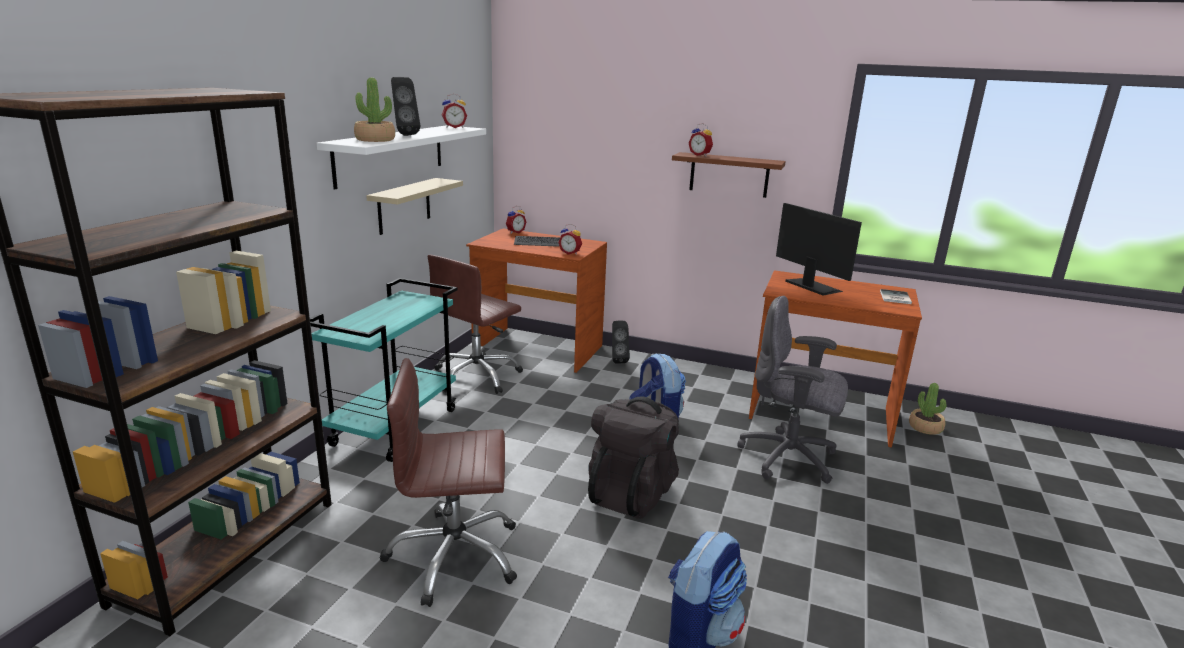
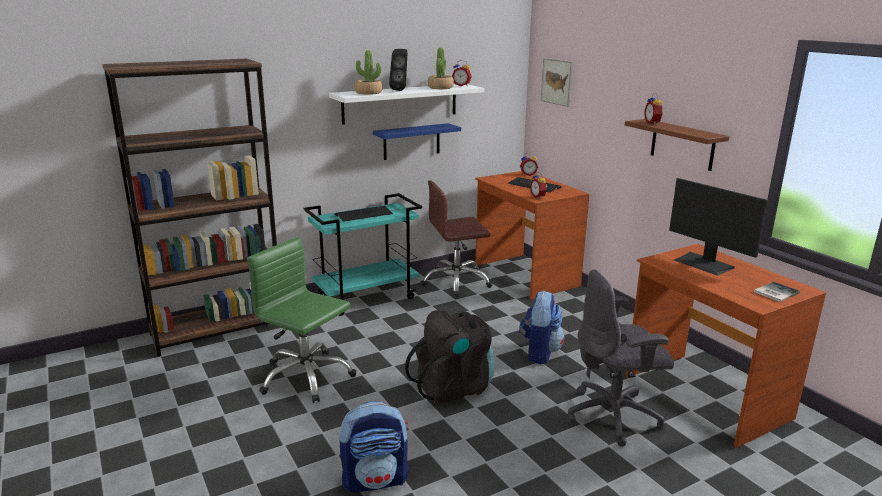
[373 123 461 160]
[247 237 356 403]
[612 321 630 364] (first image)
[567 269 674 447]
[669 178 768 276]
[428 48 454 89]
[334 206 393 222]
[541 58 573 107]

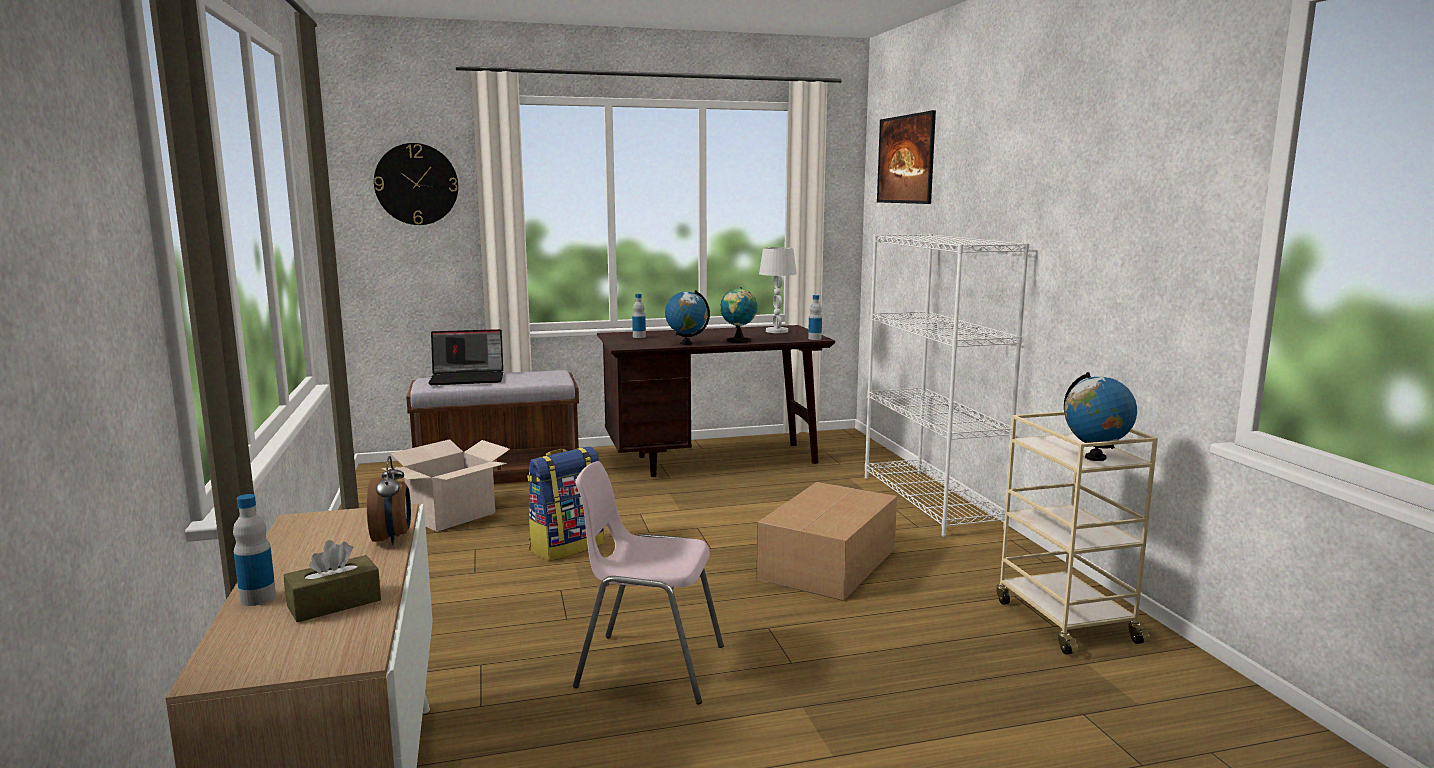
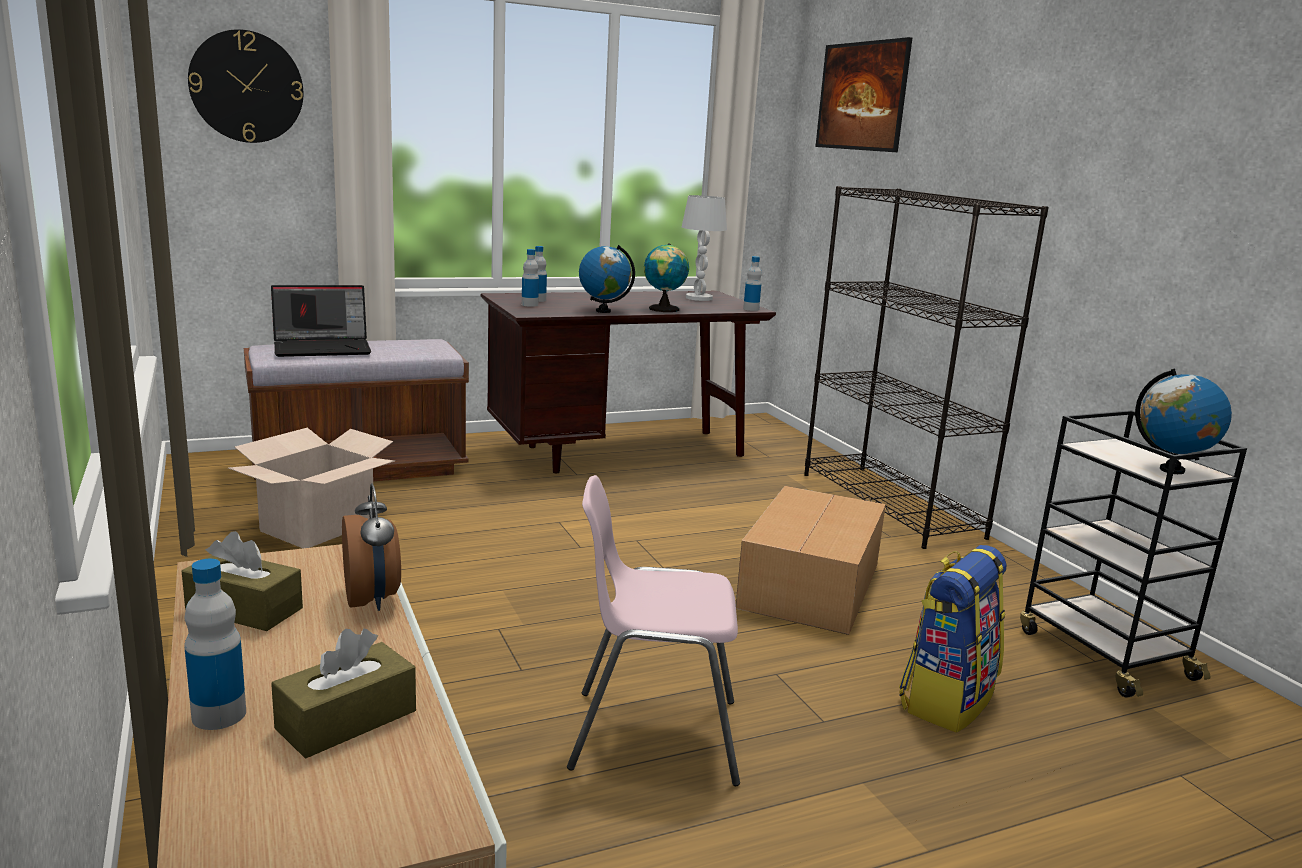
[899 545 1006 733]
[804 186 1049 549]
[1020 410 1247 698]
[182 531 303 631]
[522 249 539 307]

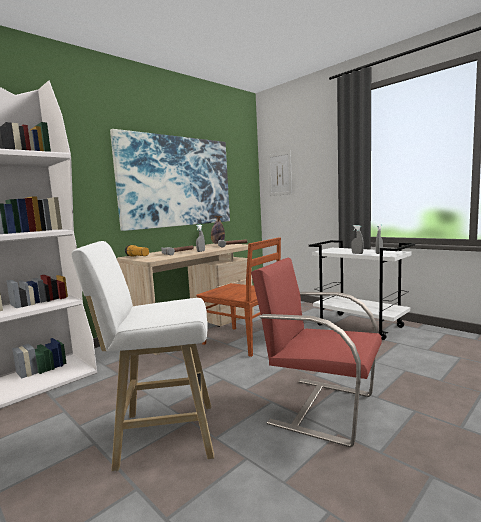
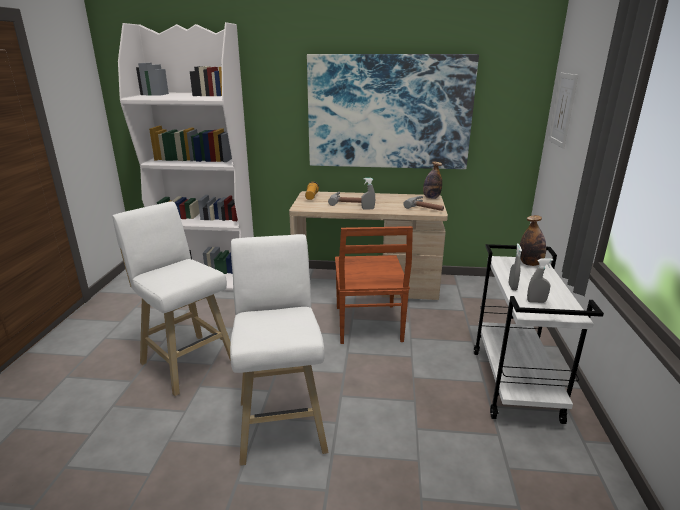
[230 234 328 466]
[520 215 546 266]

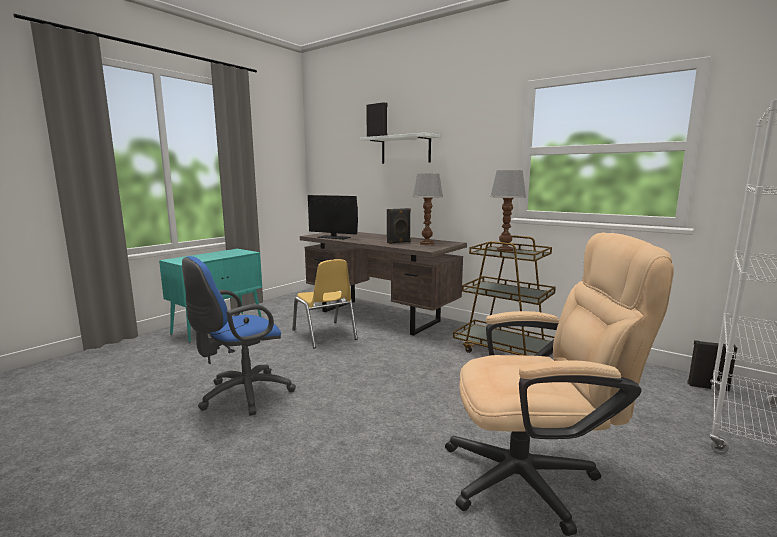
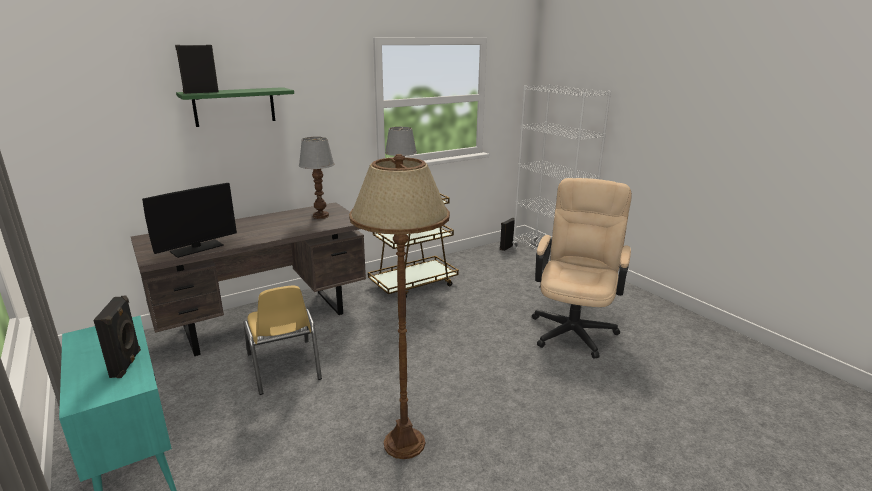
[349 154 450 459]
[243 286 322 395]
[176 87 294 127]
[93 295 141 378]

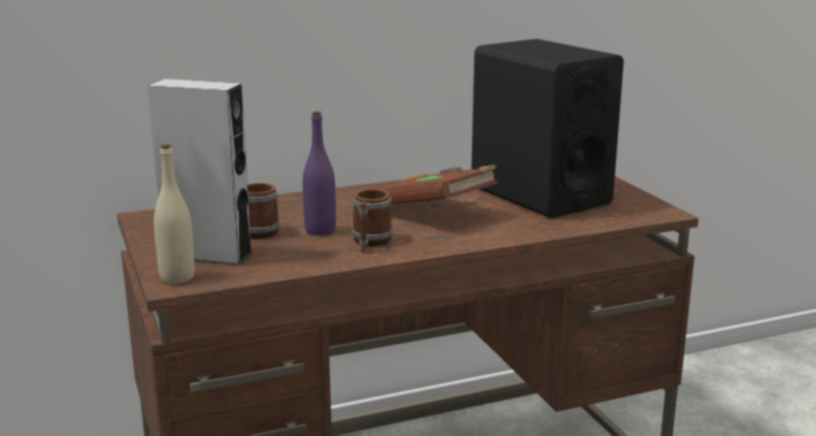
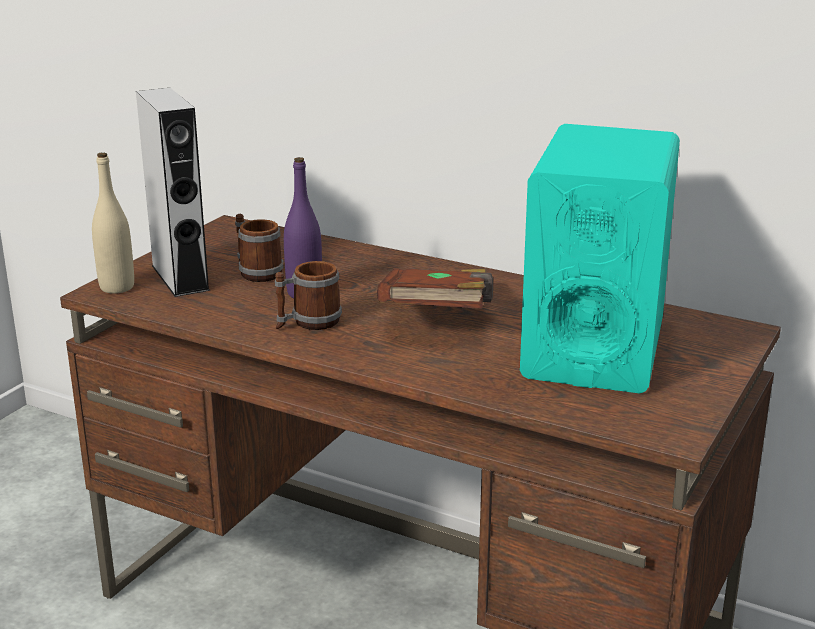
[520 124 680 393]

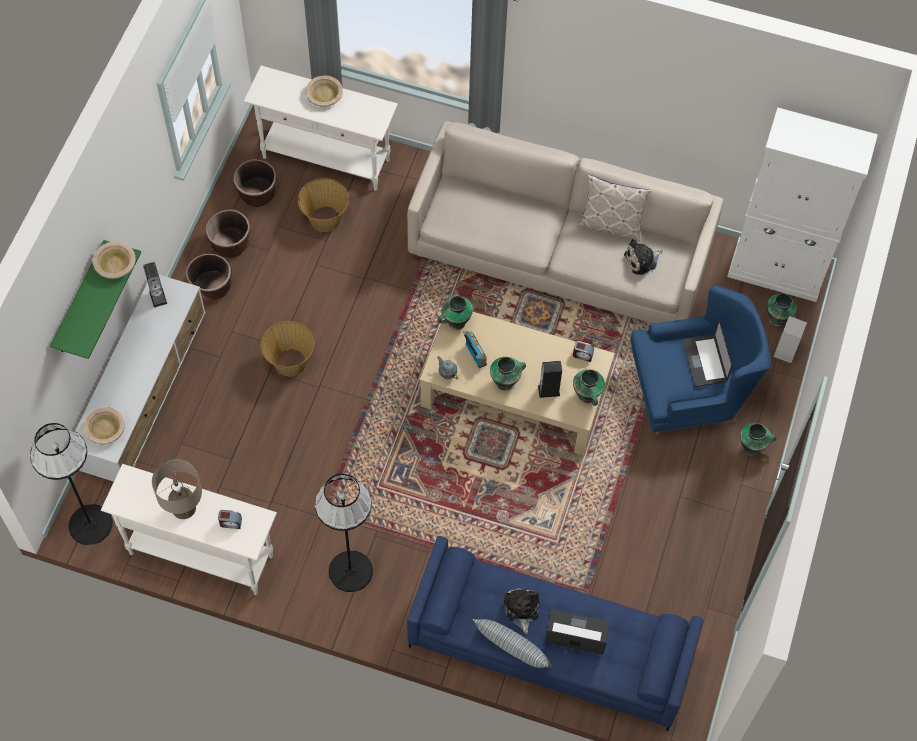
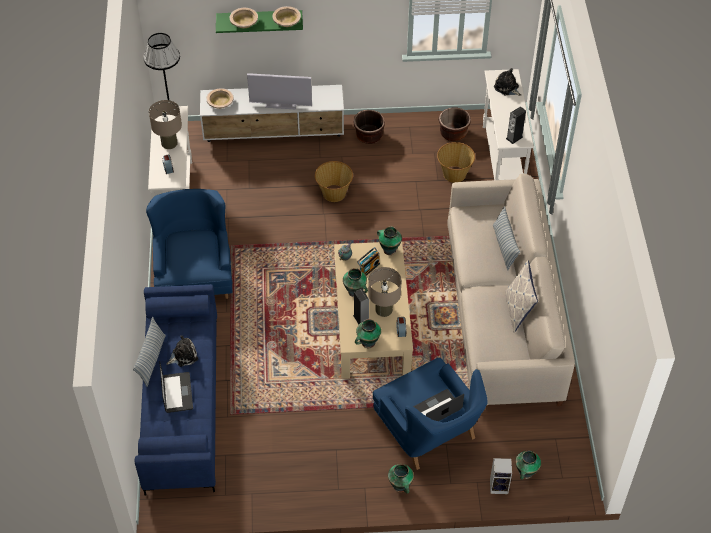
[506 106 526 144]
[205 209 250 258] (first image)
[230 8 258 28]
[146 189 232 299]
[494 68 521 96]
[727 107 878 302] (first image)
[247 73 312 109]
[368 267 402 317]
[493 206 520 271]

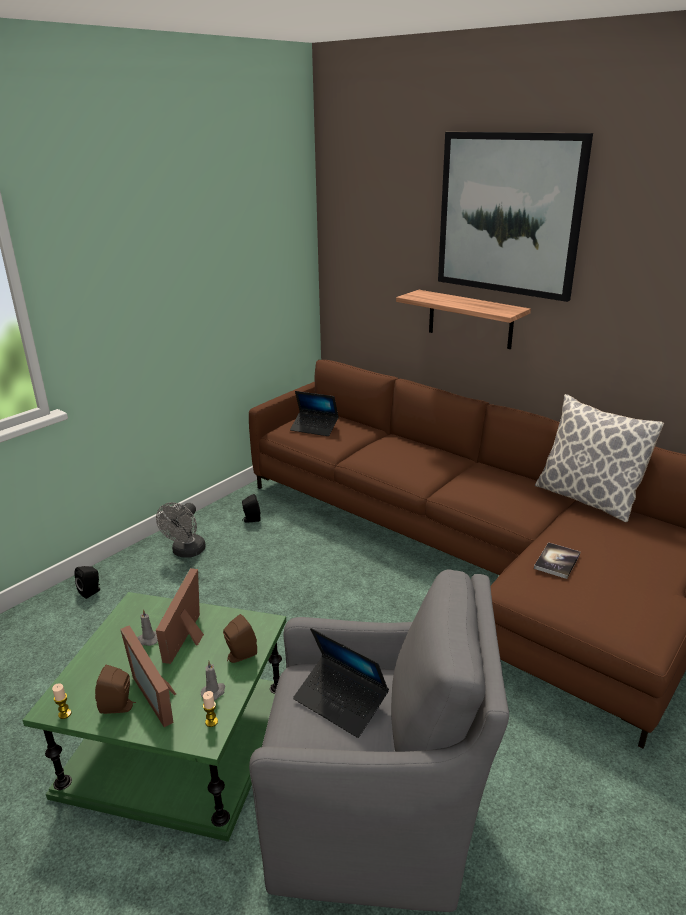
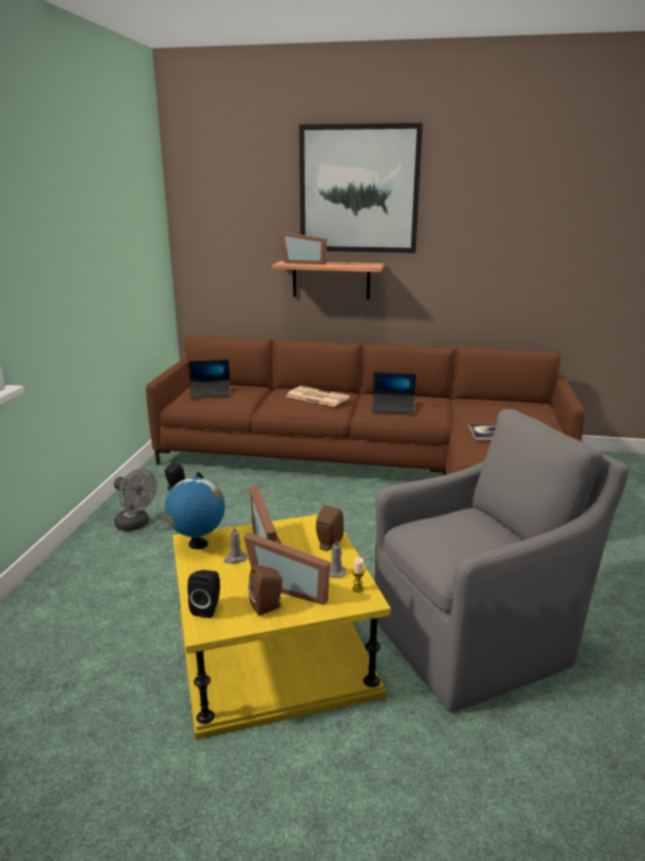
[173 515 391 740]
[52 683 71 719] (first image)
[188 570 220 618]
[114 468 157 531]
[372 372 416 414]
[535 394 664 522] (first image)
[165 472 225 549]
[279 231 327 265]
[286 386 350 407]

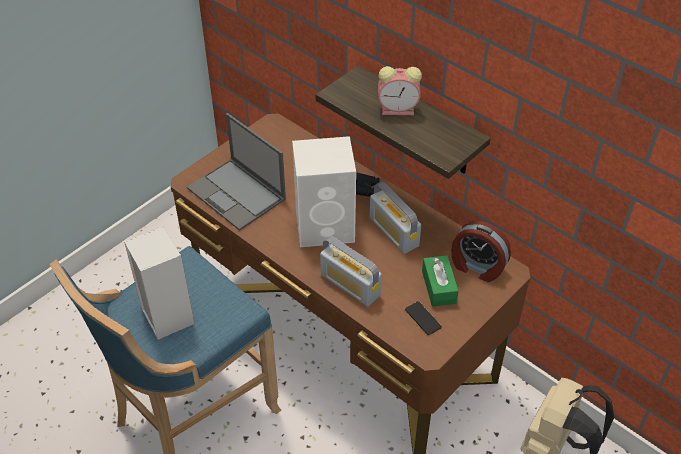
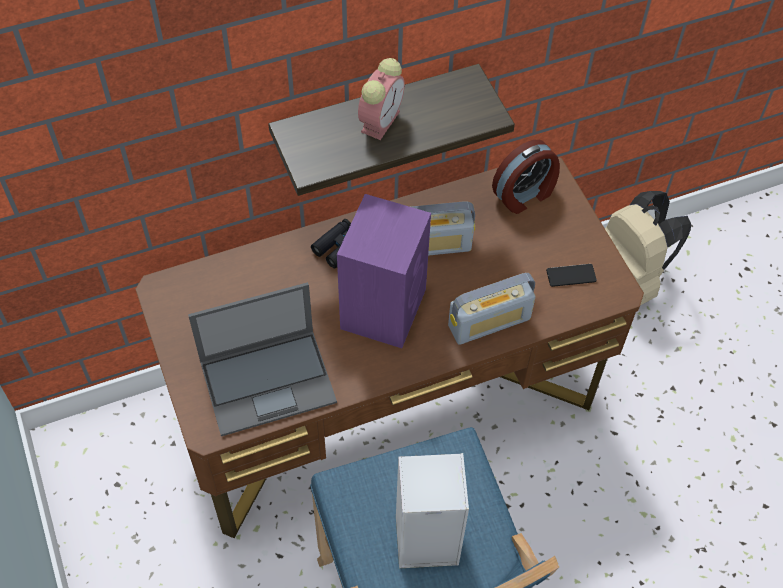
[337 194 431 348]
[422 255 458 307] (first image)

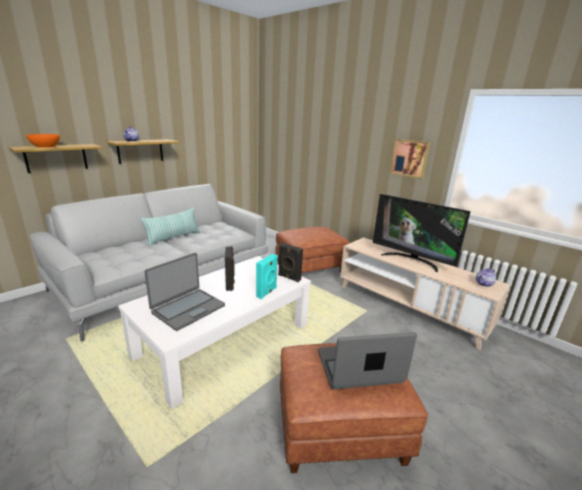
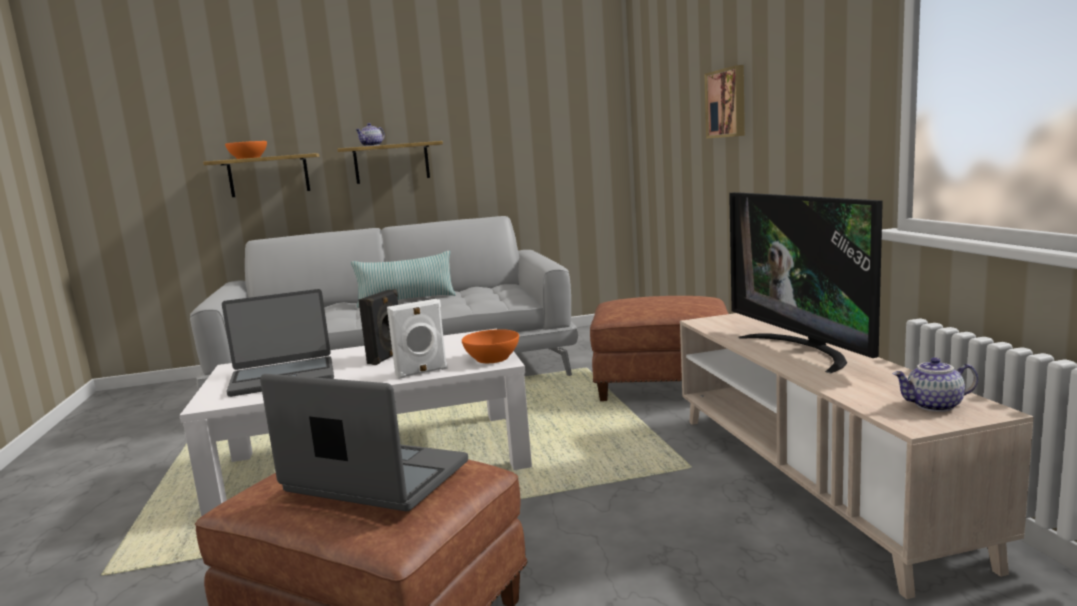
[387 299 448 379]
[462 329 519 363]
[705 65 745 139]

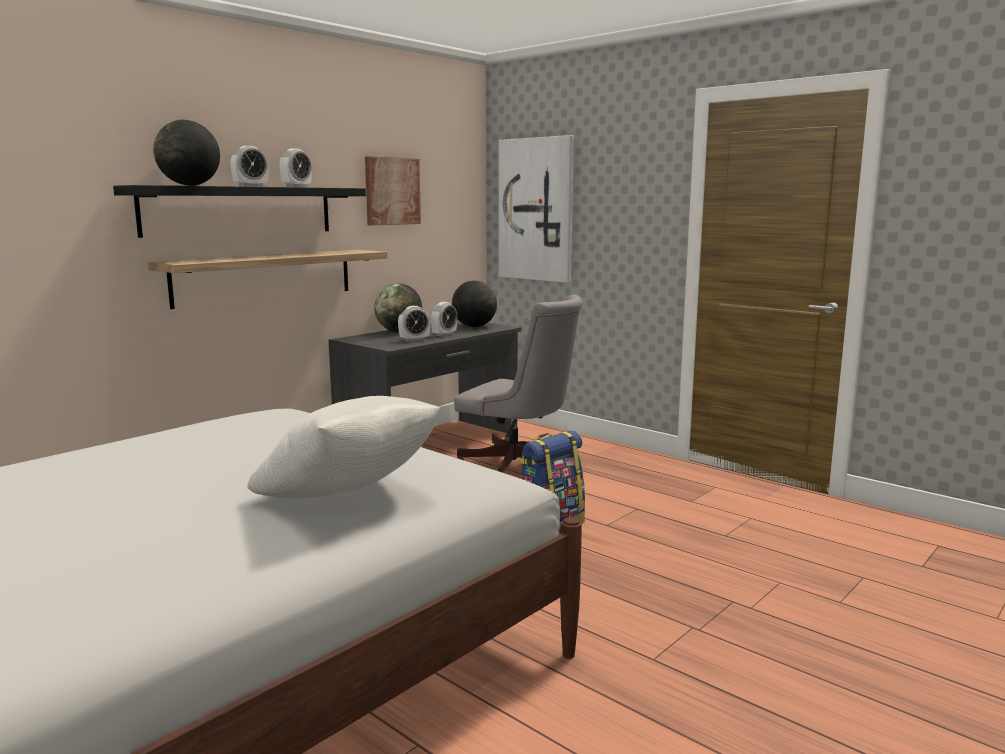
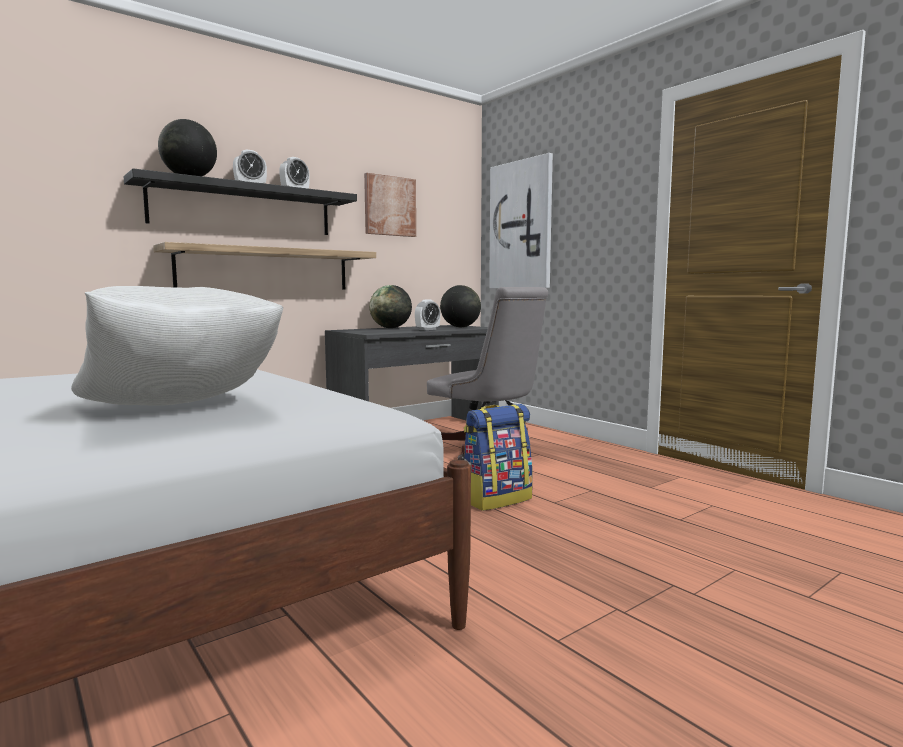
[398 306 430 342] (first image)

